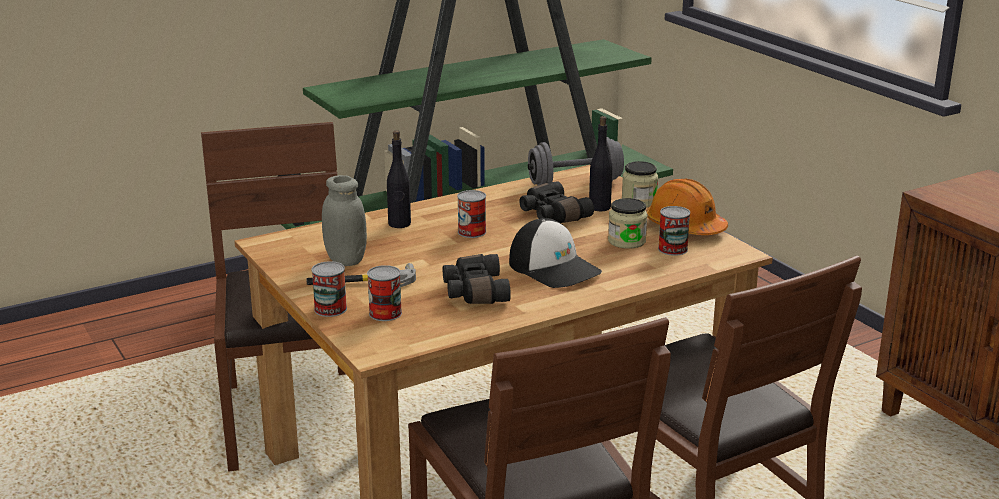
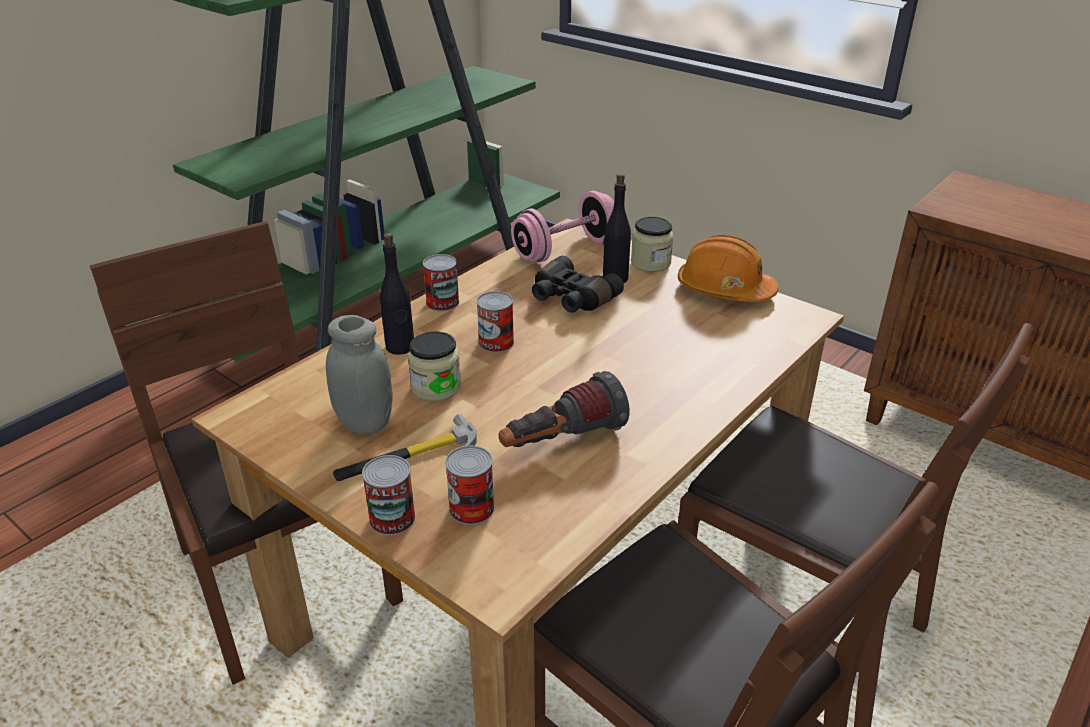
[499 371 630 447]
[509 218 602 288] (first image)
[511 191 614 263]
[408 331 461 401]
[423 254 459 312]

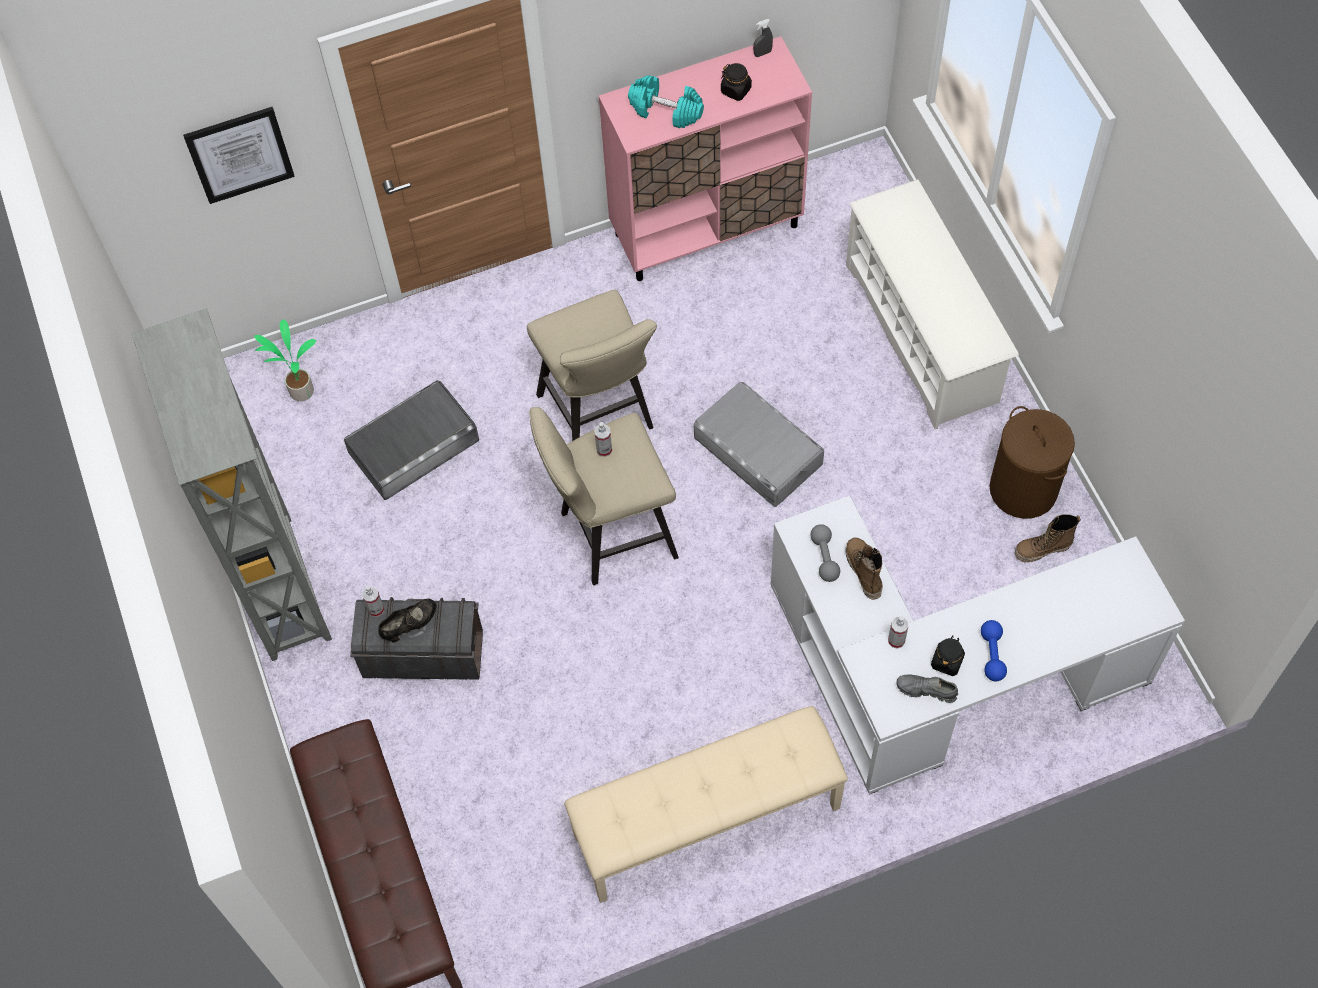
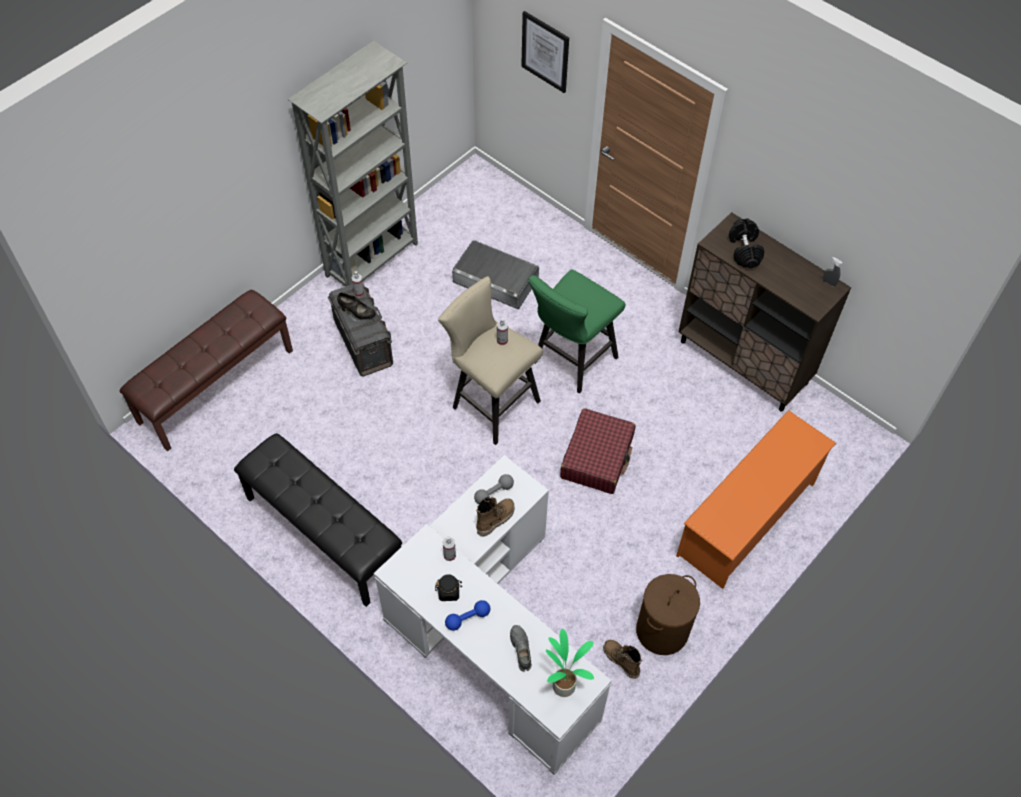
[546 629 594 697]
[528 269 626 394]
[234 433 402 607]
[678 212 851 412]
[729 218 764 268]
[560 408 635 494]
[721 63 752 101] (first image)
[676 410 836 589]
[510 625 532 672]

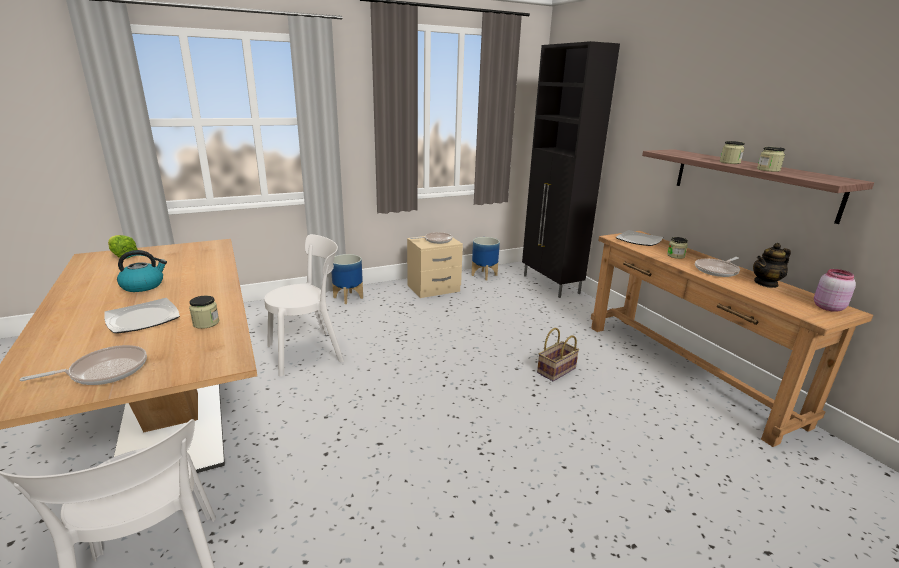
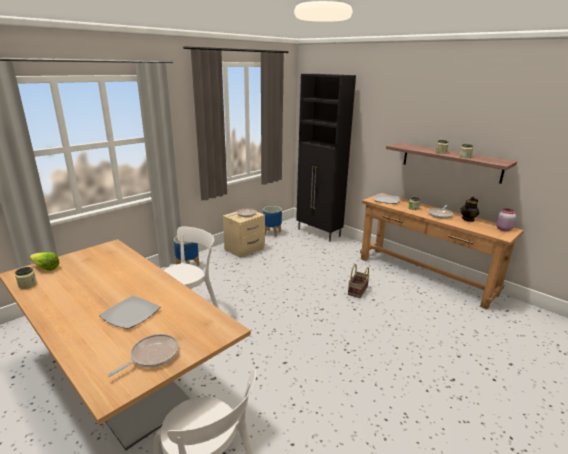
[117 250 167 292] (first image)
[15 267 37 289]

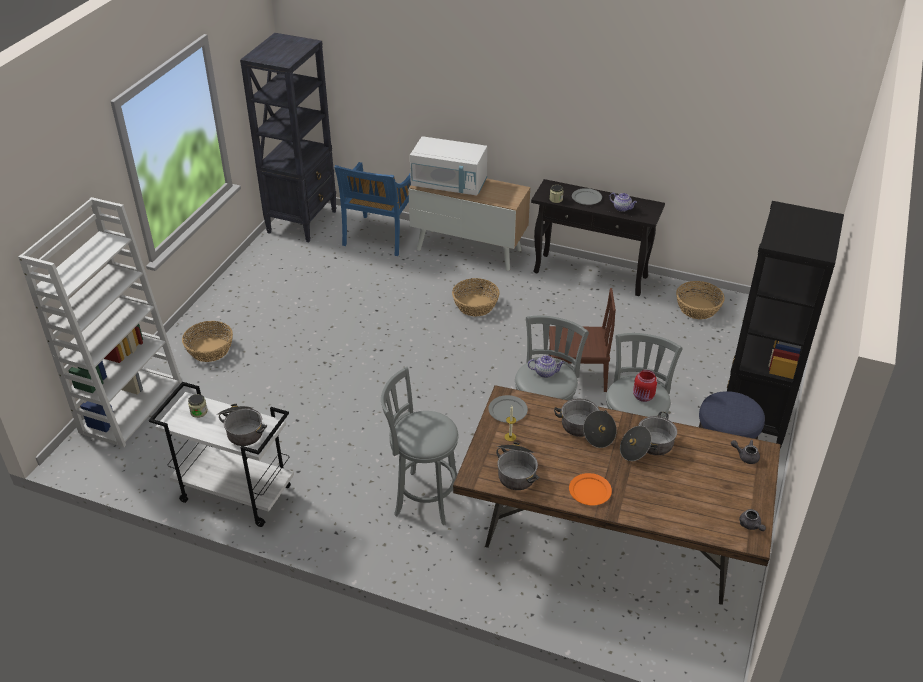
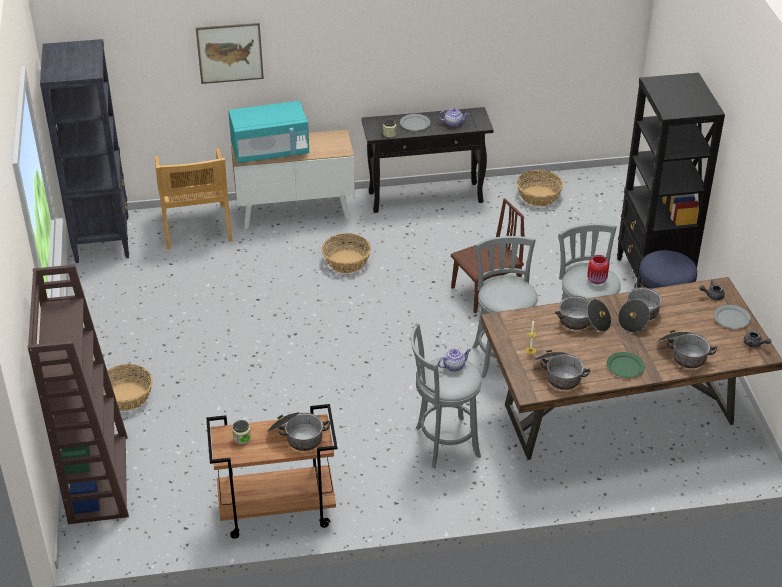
[28 264 129 524]
[206 404 338 539]
[154 149 232 249]
[228 101 309 163]
[714 305 751 329]
[438 349 471 372]
[606 352 645 378]
[196 23 264 84]
[658 330 717 368]

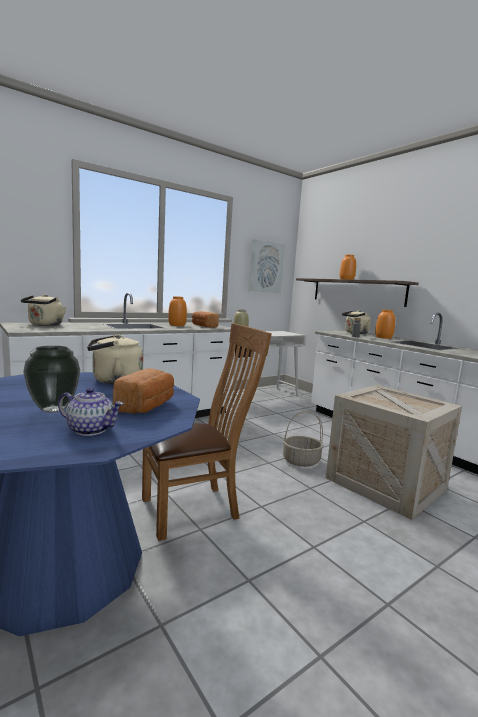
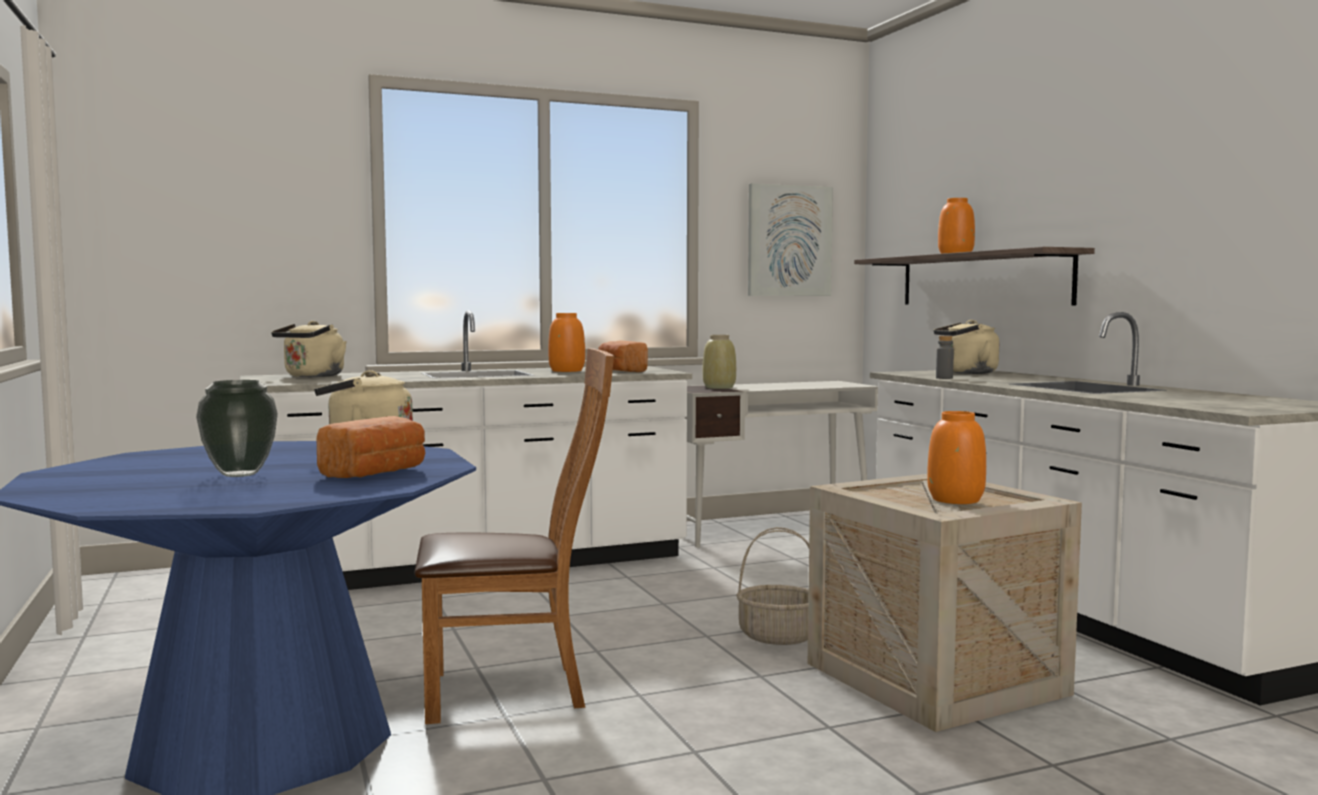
[58 388 124 436] (first image)
[927 411 986 504]

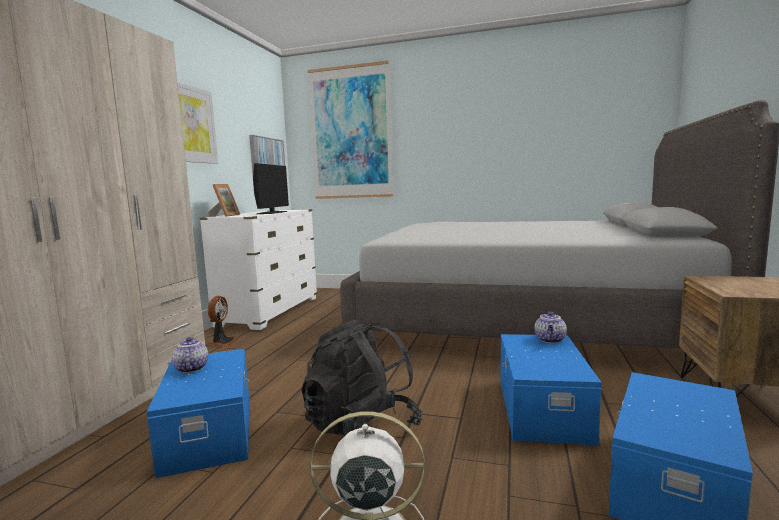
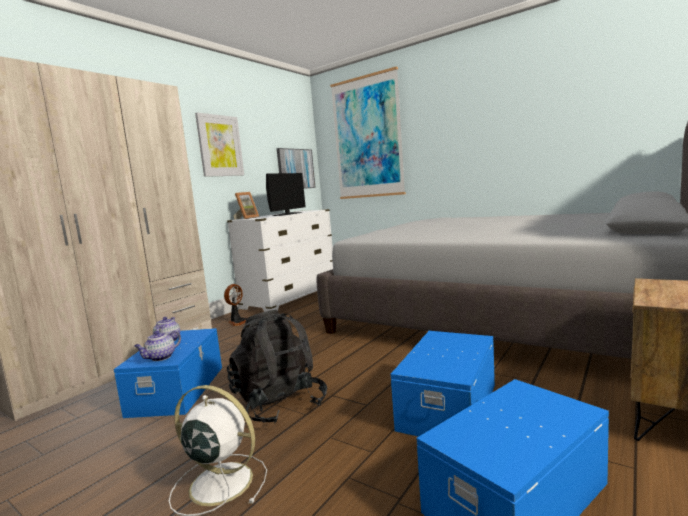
[134 330 181 361]

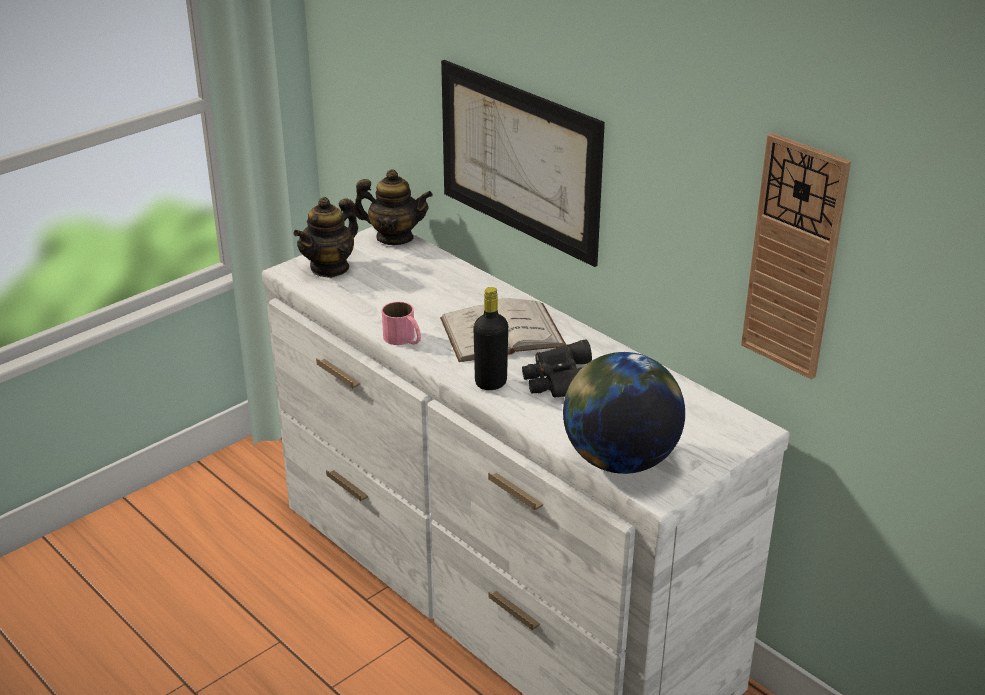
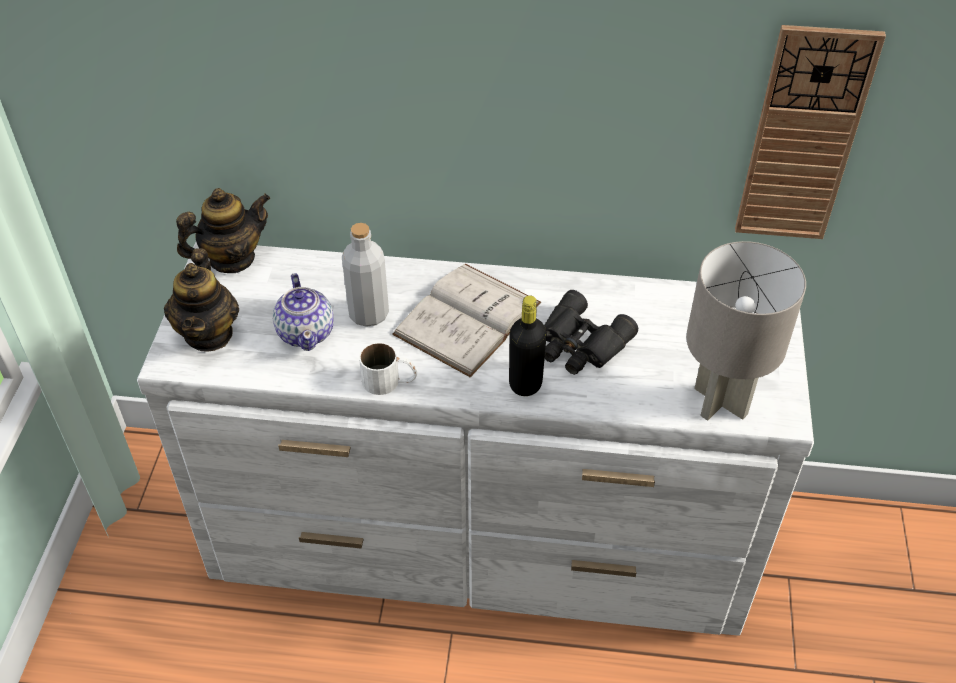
[359 342 417 395]
[441 60 605 267] (first image)
[686 241 806 421]
[273 273 334 351]
[342 223 389 327]

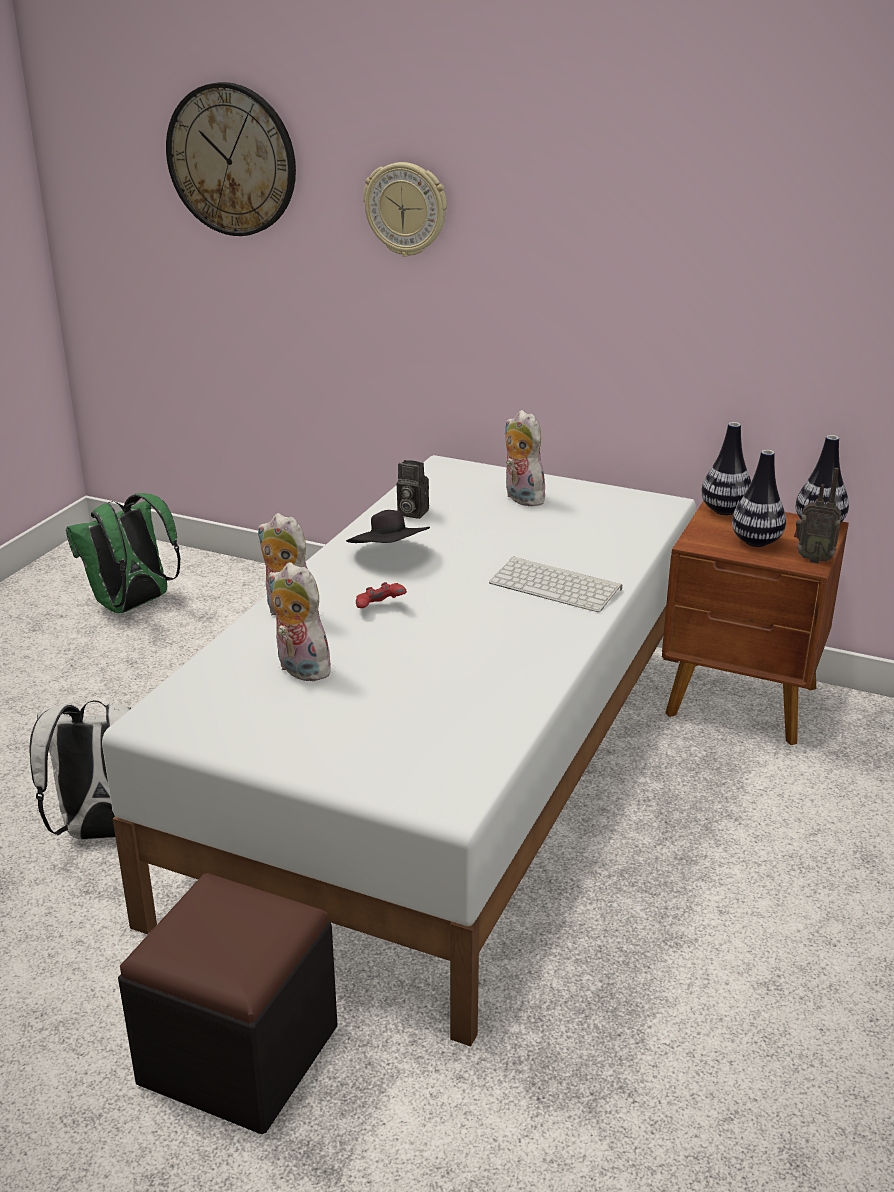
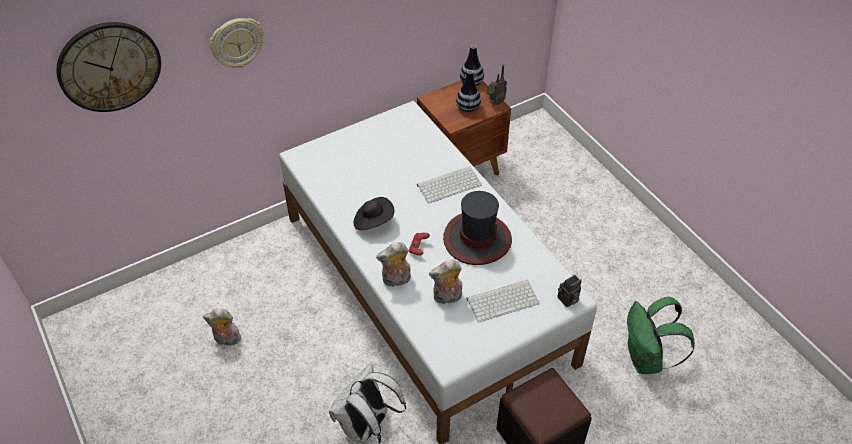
[627 297 695 374]
[558 275 581 307]
[203 309 241 346]
[701 422 751 515] (first image)
[443 191 512 265]
[466 280 540 323]

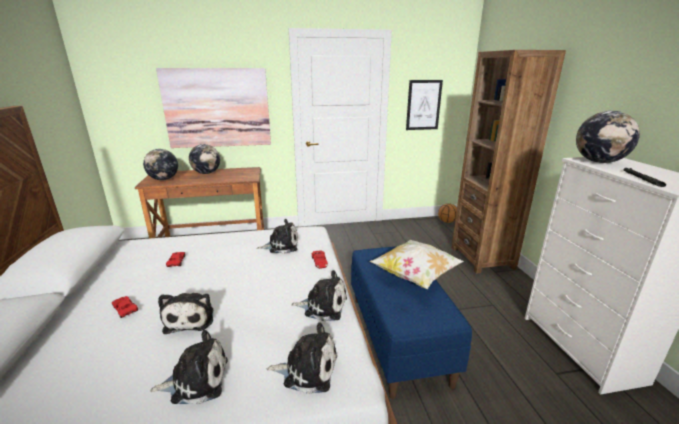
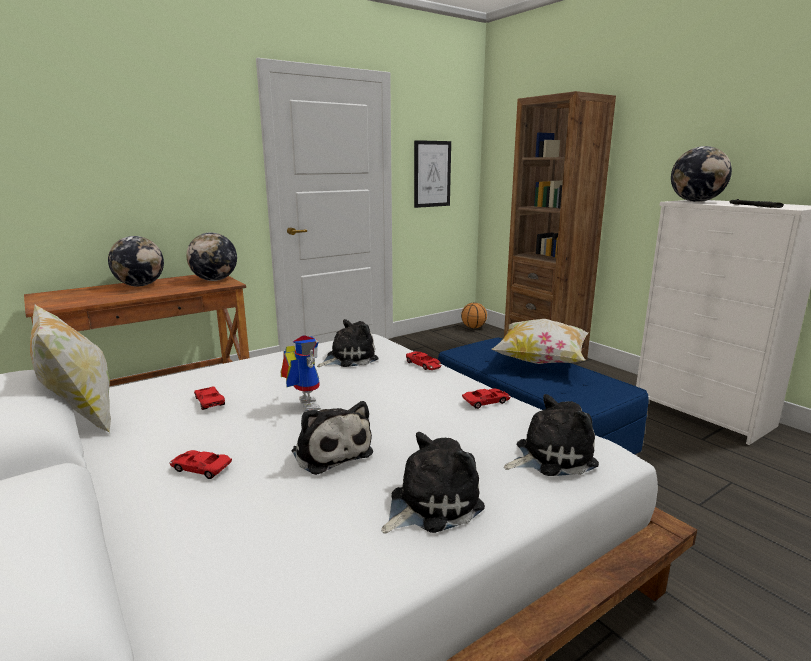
[186 233 237 281]
[156 68 271 148] (first image)
[462 388 511 409]
[30 303 111 433]
[280 335 321 411]

